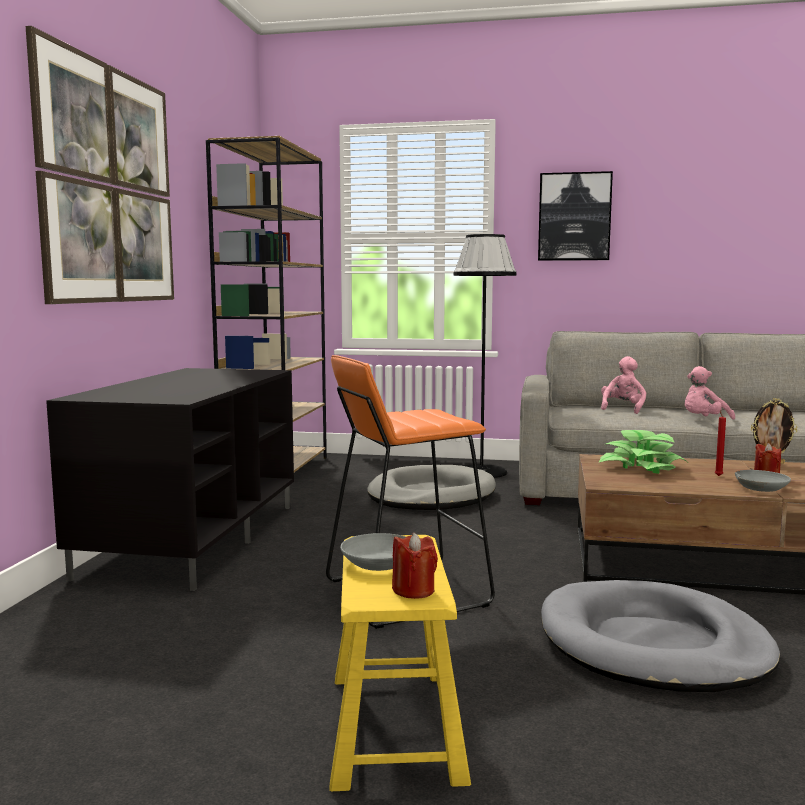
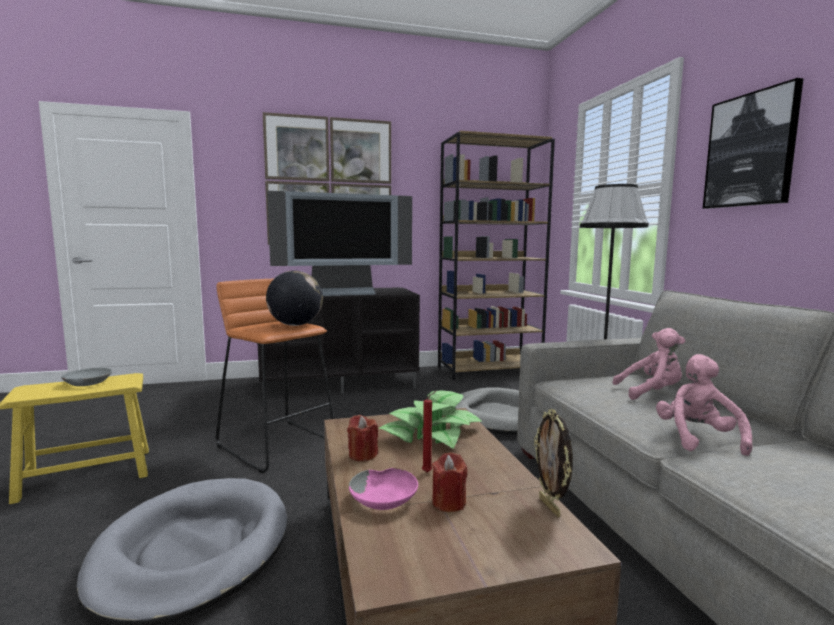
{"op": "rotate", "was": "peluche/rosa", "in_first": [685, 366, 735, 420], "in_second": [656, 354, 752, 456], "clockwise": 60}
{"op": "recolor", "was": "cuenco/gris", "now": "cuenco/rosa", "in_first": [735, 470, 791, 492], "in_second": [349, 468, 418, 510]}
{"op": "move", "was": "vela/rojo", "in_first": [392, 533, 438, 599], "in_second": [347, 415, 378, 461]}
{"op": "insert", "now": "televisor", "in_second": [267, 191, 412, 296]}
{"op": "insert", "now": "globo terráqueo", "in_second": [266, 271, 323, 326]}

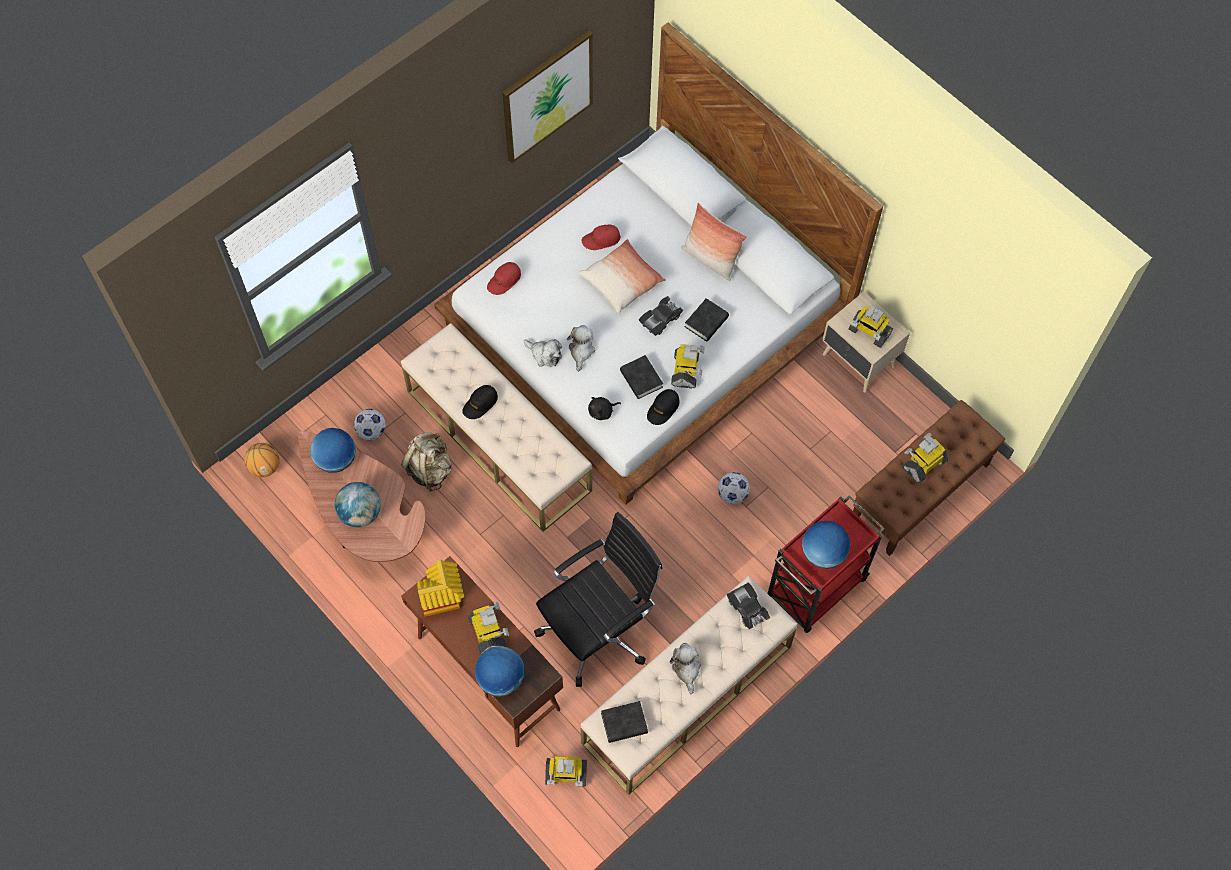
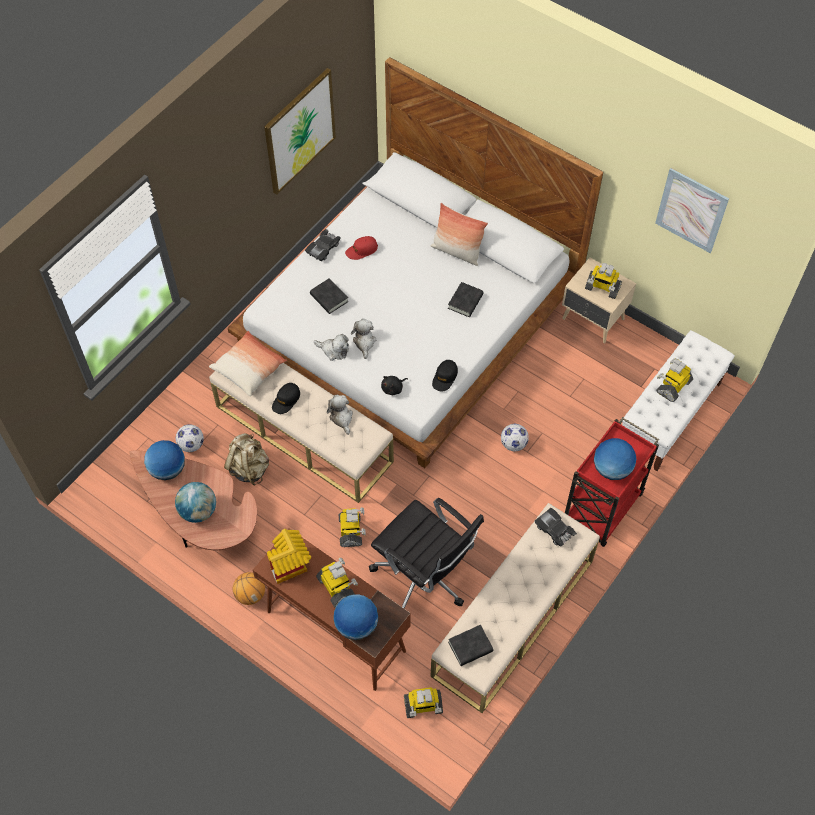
{"op": "move", "was": "cojín", "in_first": [579, 239, 666, 314], "in_second": [209, 331, 287, 396]}
{"op": "delete", "was": "gorra/rojo", "in_first": [487, 262, 521, 295]}
{"op": "move", "was": "coche de juguete/negro", "in_first": [639, 296, 683, 336], "in_second": [305, 229, 341, 261]}
{"op": "move", "was": "robot de juguete", "in_first": [671, 344, 705, 388], "in_second": [339, 507, 366, 547]}
{"op": "move", "was": "libro/negro", "in_first": [620, 355, 663, 399], "in_second": [310, 278, 348, 314]}
{"op": "recolor", "was": "banco/marrón", "now": "banco/blanco", "in_first": [853, 400, 1005, 556], "in_second": [622, 330, 735, 471]}
{"op": "move", "was": "balón de baloncesto", "in_first": [244, 443, 280, 477], "in_second": [233, 572, 265, 605]}
{"op": "rotate", "was": "silla de oficina/negro", "in_first": [534, 512, 662, 687], "in_second": [369, 498, 484, 609], "clockwise": 90}
{"op": "move", "was": "peluche", "in_first": [670, 643, 701, 694], "in_second": [327, 395, 353, 435]}
{"op": "insert", "now": "cuadro", "in_second": [655, 168, 729, 253]}

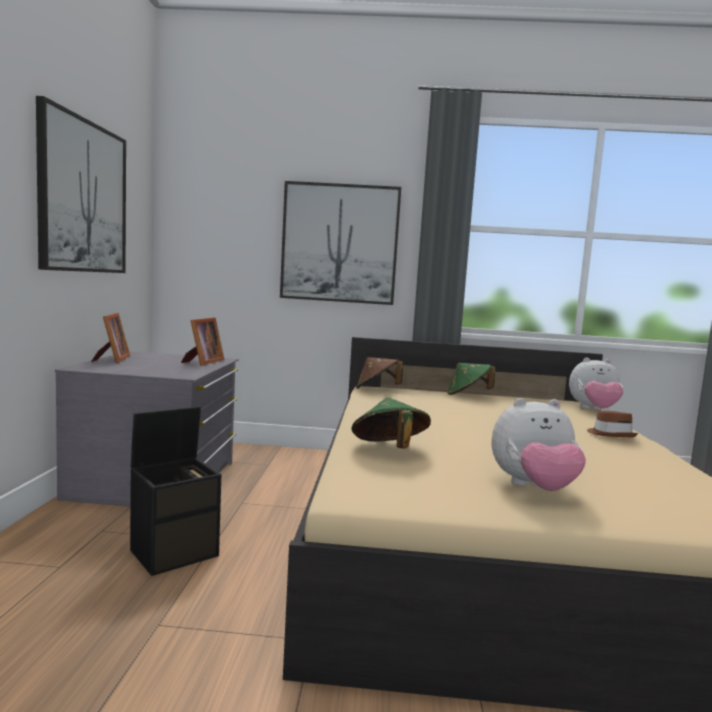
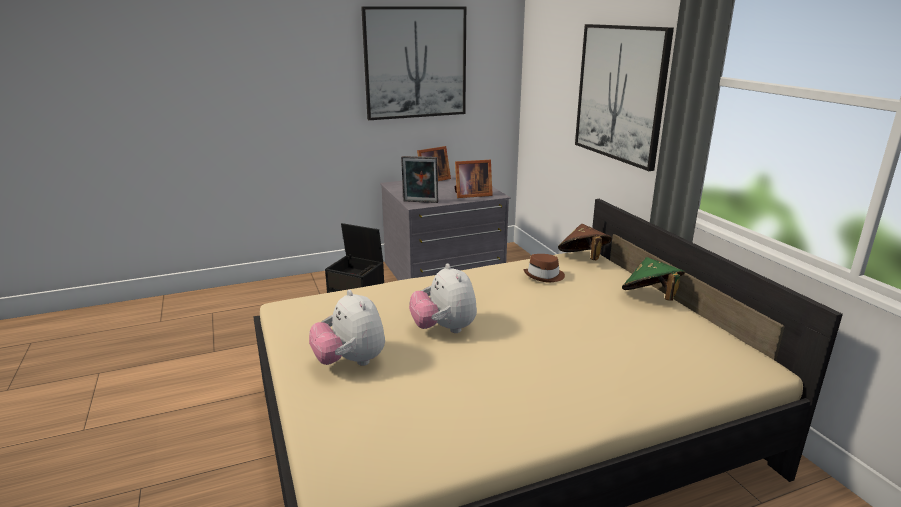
{"op": "move", "was": "peluche", "in_first": [569, 357, 624, 410], "in_second": [409, 264, 477, 333]}
{"op": "delete", "was": "sombrero/verde", "in_first": [352, 397, 431, 449]}
{"op": "move", "was": "sombrero/marrón", "in_first": [587, 411, 638, 437], "in_second": [523, 254, 565, 282]}
{"op": "insert", "now": "portarretratos", "in_second": [401, 156, 438, 203]}

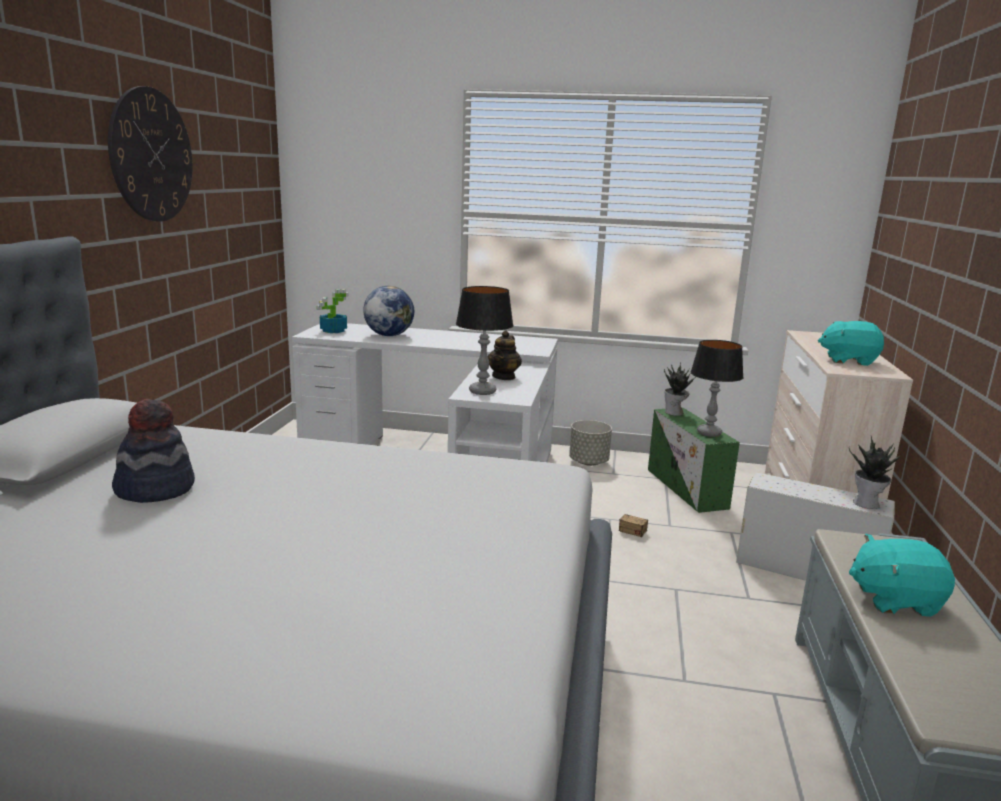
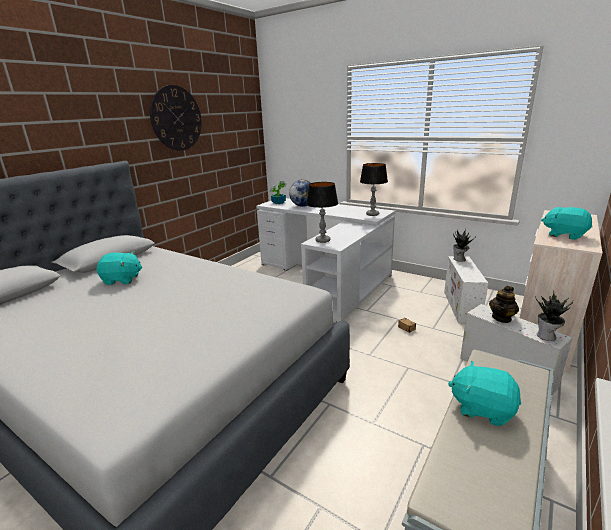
{"op": "move", "was": "tetera", "in_first": [488, 330, 522, 380], "in_second": [489, 286, 519, 323]}
{"op": "move", "was": "lámpara de mesa", "in_first": [690, 340, 744, 437], "in_second": [360, 163, 388, 216]}
{"op": "replace", "was": "sombrero", "now": "peluche/turquesa", "in_first": [112, 399, 195, 503], "in_second": [97, 252, 142, 285]}
{"op": "recolor", "was": "caja de almacenaje/verde", "now": "caja de almacenaje/blanco", "in_first": [648, 408, 740, 513], "in_second": [444, 256, 488, 323]}
{"op": "delete", "was": "maceta/gris", "in_first": [569, 420, 612, 466]}

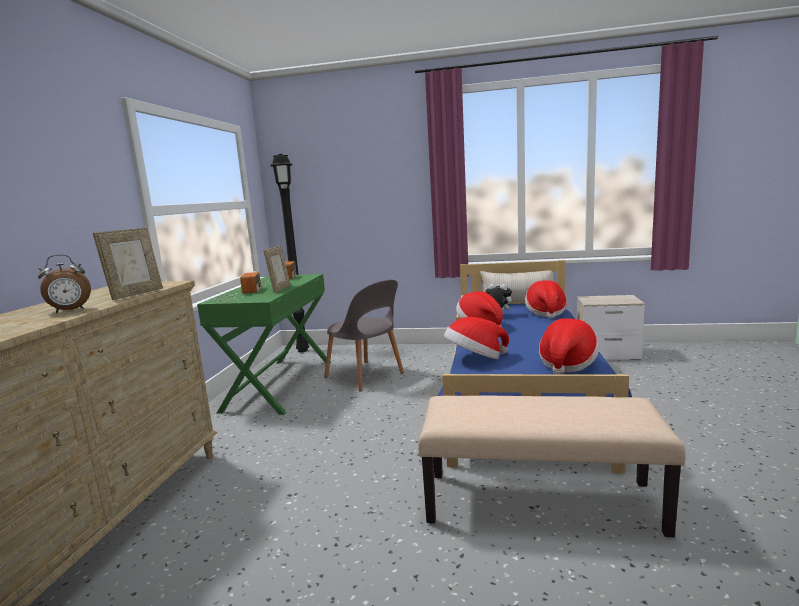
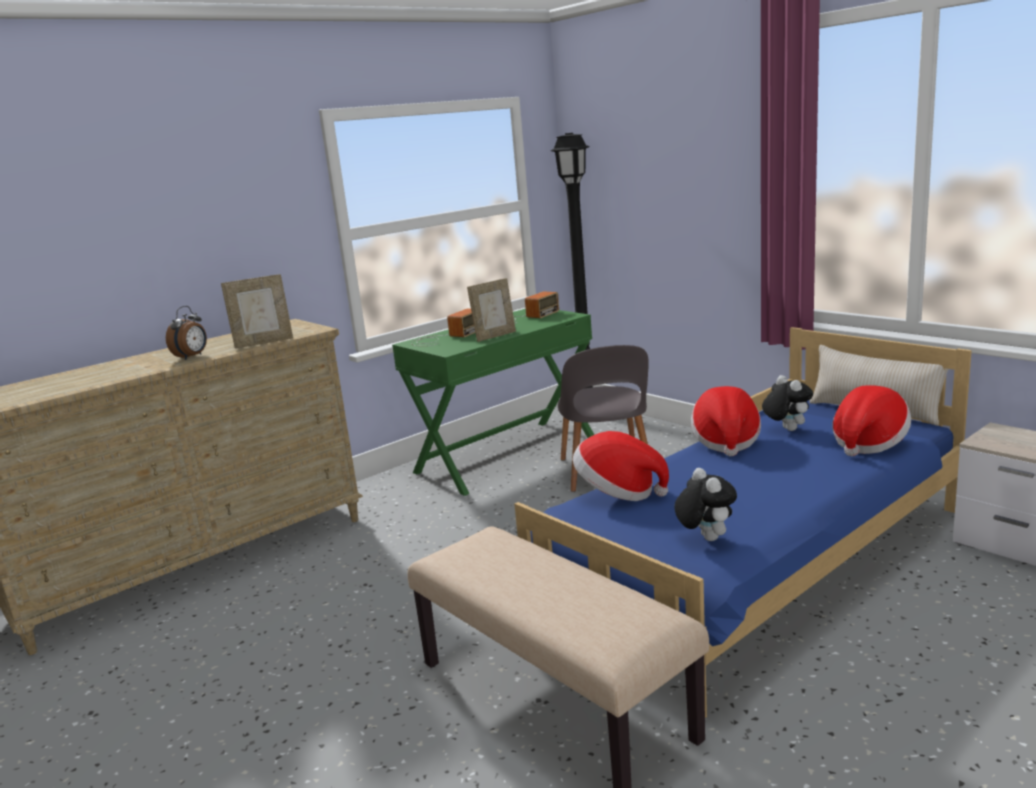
{"op": "rotate", "was": "despertador", "in_first": [38, 254, 91, 313], "in_second": [166, 306, 207, 360], "clockwise": -75}
{"op": "replace", "was": "sombrero", "now": "peluche", "in_first": [539, 318, 599, 374], "in_second": [674, 468, 737, 541]}

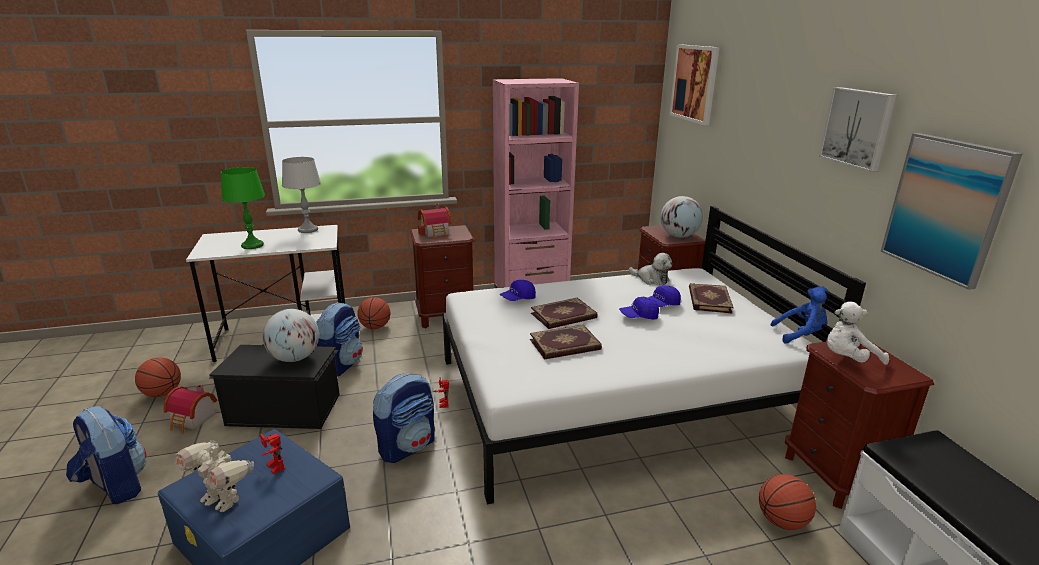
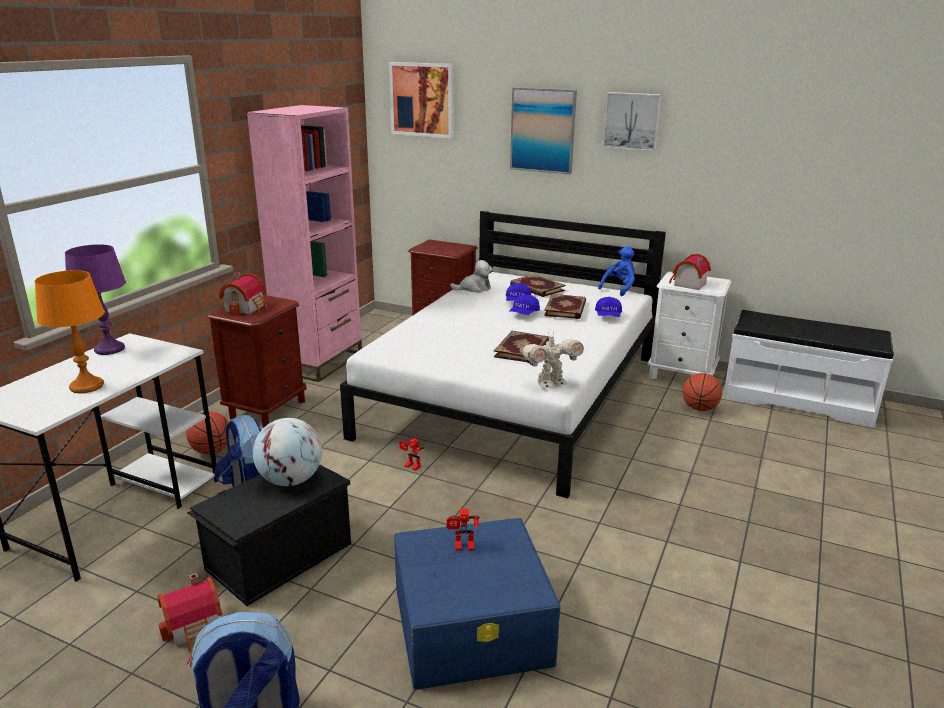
{"op": "move", "was": "cuadro", "in_first": [881, 133, 1023, 290], "in_second": [510, 87, 577, 175]}
{"op": "recolor", "was": "lámpara de mesa/gris", "now": "lámpara de mesa/morado", "in_first": [282, 157, 321, 233], "in_second": [65, 244, 126, 355]}
{"op": "recolor", "was": "lámpara de mesa/verde", "now": "lámpara de mesa/naranja", "in_first": [221, 167, 265, 249], "in_second": [34, 270, 105, 393]}
{"op": "delete", "was": "globo terráqueo", "in_first": [661, 196, 703, 238]}
{"op": "move", "was": "gorra/azul", "in_first": [500, 280, 536, 301], "in_second": [595, 297, 622, 317]}
{"op": "move", "was": "libro", "in_first": [531, 297, 598, 329], "in_second": [544, 294, 586, 319]}
{"op": "replace", "was": "peluche/blanco", "now": "casita", "in_first": [827, 302, 889, 365], "in_second": [669, 254, 711, 290]}
{"op": "recolor", "was": "mesita de noche/marrón", "now": "mesita de noche/blanco", "in_first": [785, 341, 934, 509], "in_second": [648, 271, 731, 379]}
{"op": "delete", "was": "balón de baloncesto", "in_first": [135, 357, 181, 397]}
{"op": "delete", "was": "mochila", "in_first": [373, 373, 435, 463]}
{"op": "move", "was": "robot de juguete", "in_first": [174, 441, 254, 512], "in_second": [520, 330, 584, 388]}

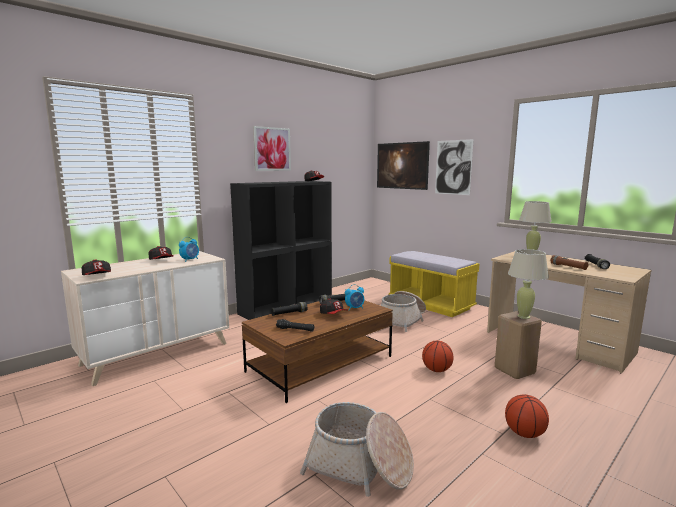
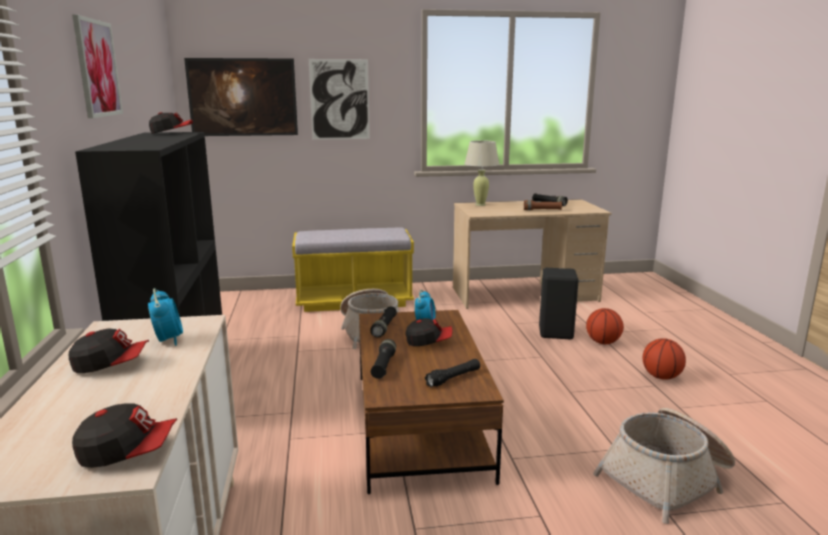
{"op": "delete", "was": "lámpara de mesa/beis", "in_first": [508, 249, 549, 319]}
{"op": "recolor", "was": "taburete/beis", "now": "taburete/negro", "in_first": [495, 311, 542, 379], "in_second": [539, 268, 579, 339]}
{"op": "move", "was": "balón de baloncesto", "in_first": [422, 340, 454, 372], "in_second": [586, 308, 624, 344]}

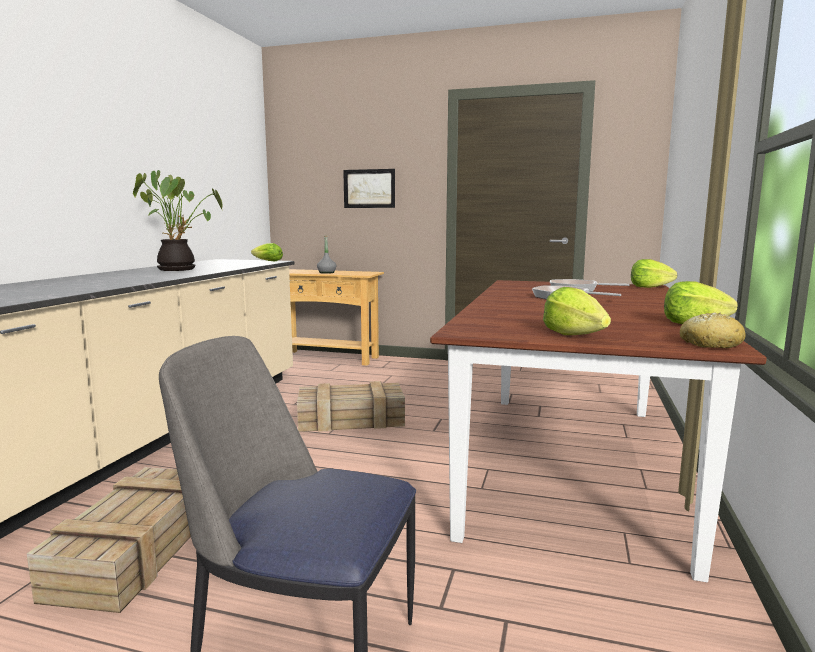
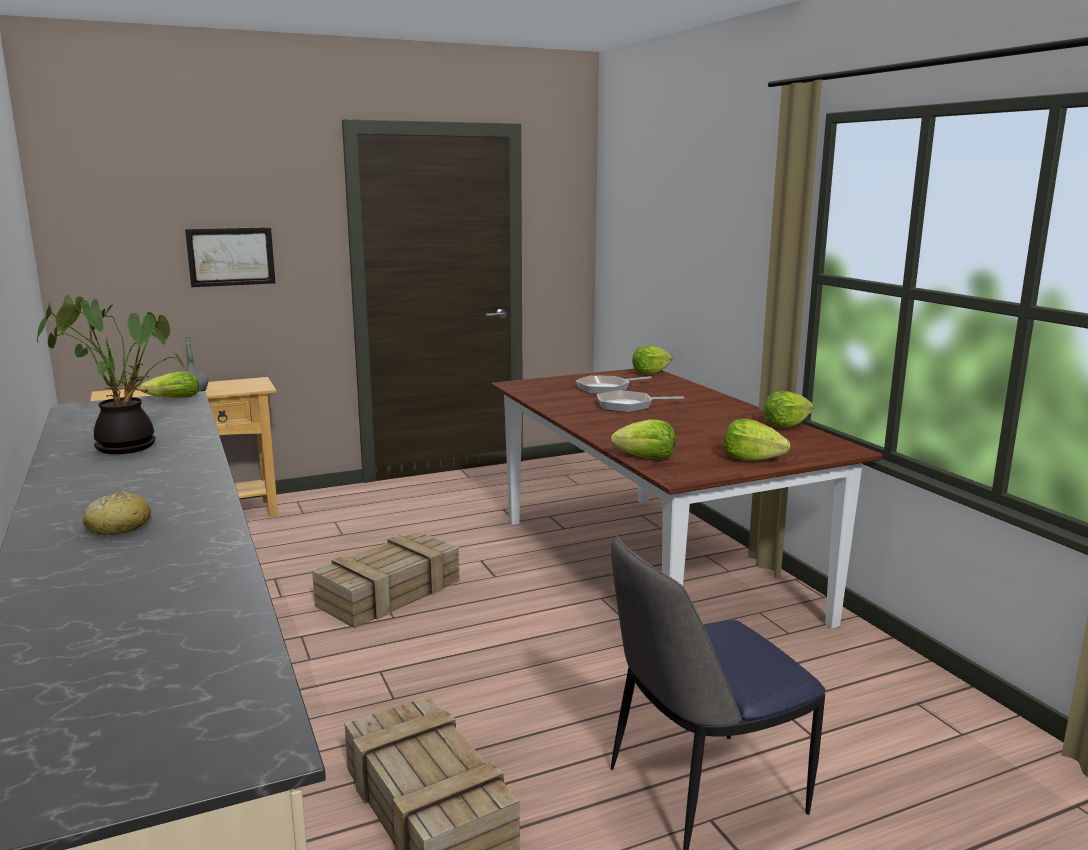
{"op": "move", "was": "pan", "in_first": [680, 312, 746, 348], "in_second": [82, 492, 151, 535]}
{"op": "insert", "now": "lechuga", "in_second": [611, 419, 675, 459]}

